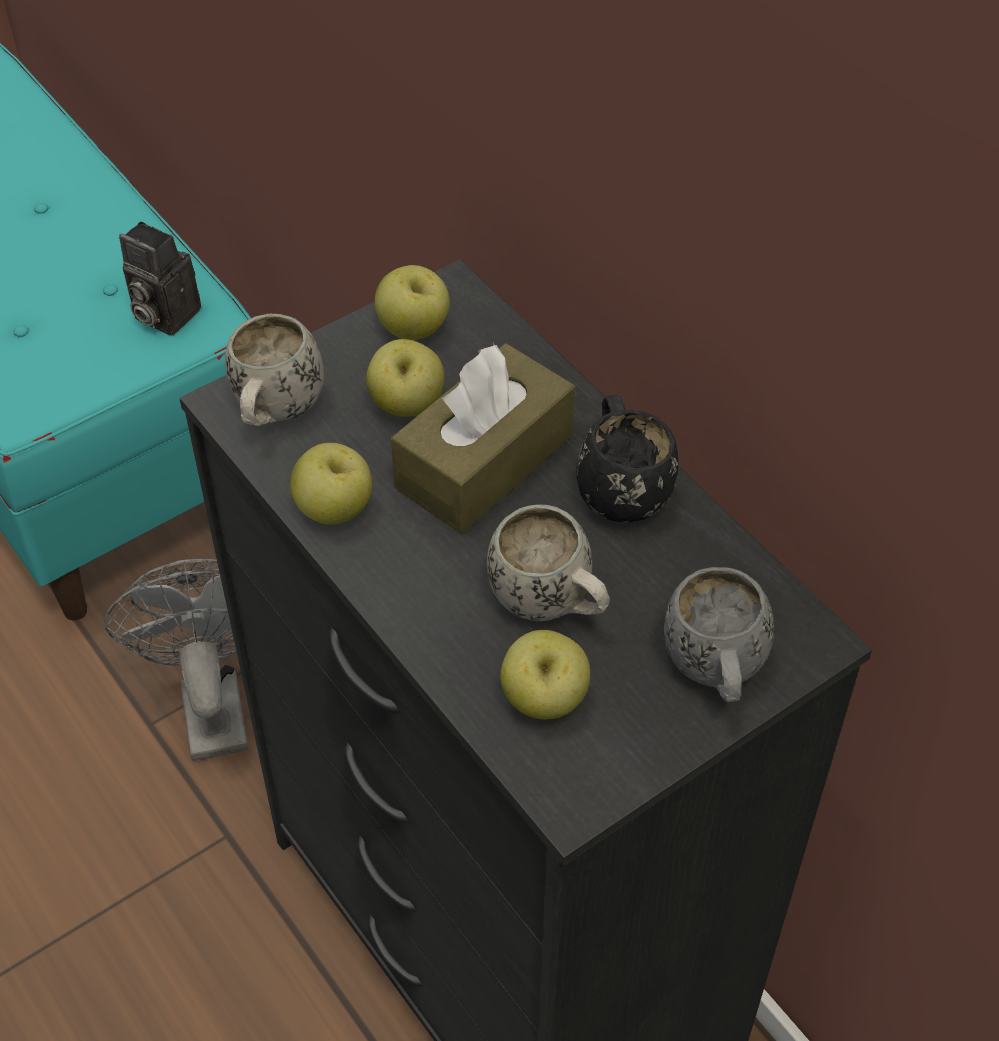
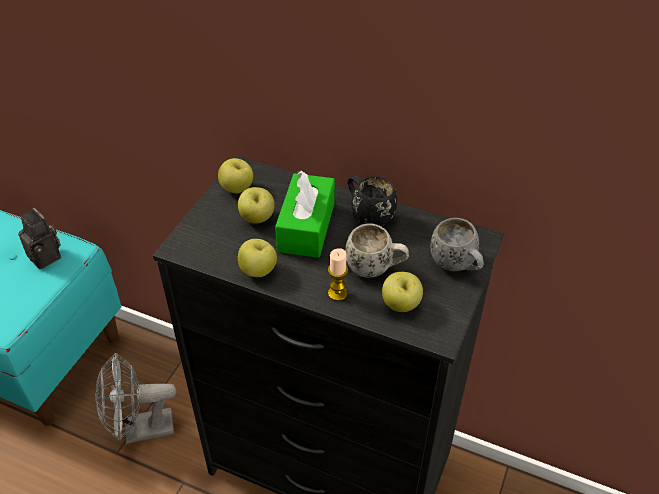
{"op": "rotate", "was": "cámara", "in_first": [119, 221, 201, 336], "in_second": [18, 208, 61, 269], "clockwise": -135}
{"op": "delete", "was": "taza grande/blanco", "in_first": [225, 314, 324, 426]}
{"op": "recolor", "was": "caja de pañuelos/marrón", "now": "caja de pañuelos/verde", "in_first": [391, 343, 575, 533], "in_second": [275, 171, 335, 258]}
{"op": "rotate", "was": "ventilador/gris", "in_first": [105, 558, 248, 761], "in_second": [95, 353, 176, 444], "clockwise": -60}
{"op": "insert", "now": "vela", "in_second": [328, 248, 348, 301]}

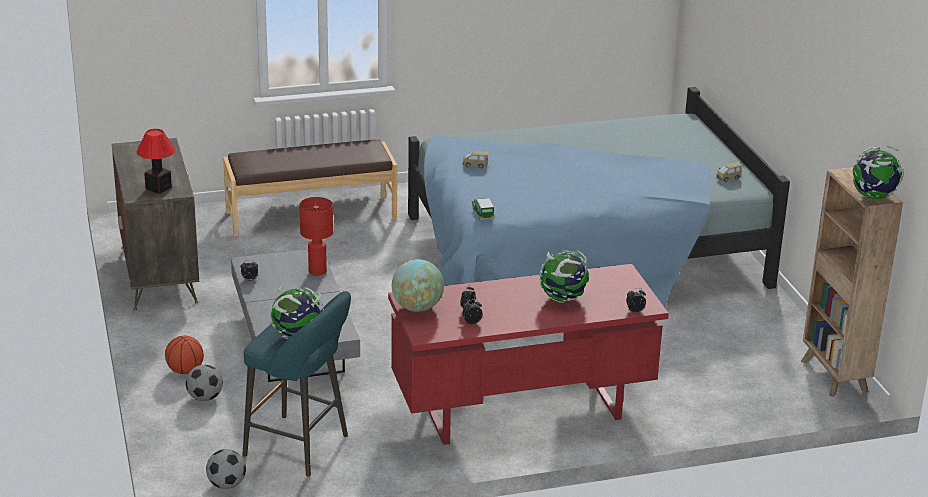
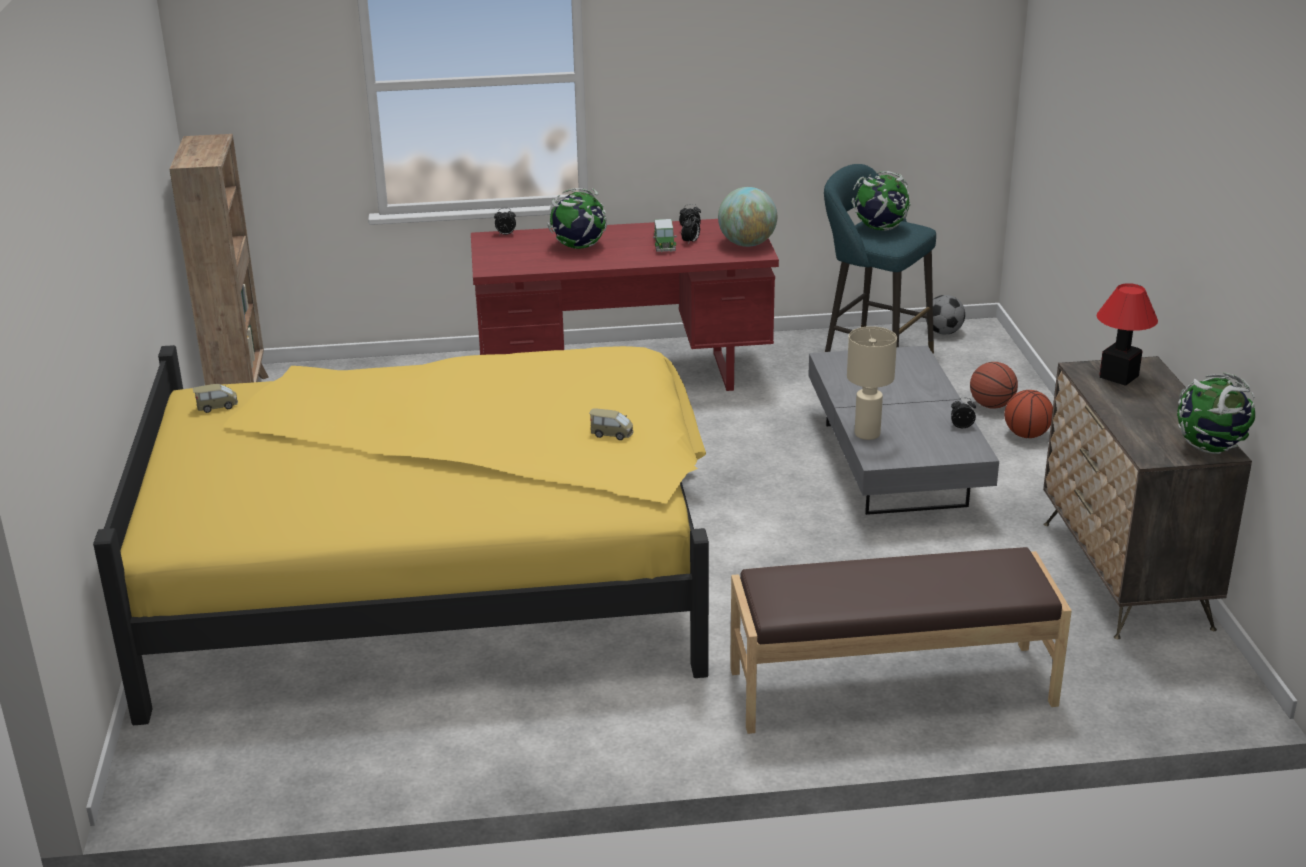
{"op": "recolor", "was": "cama/azul", "now": "cama/amarillo", "in_first": [408, 87, 790, 308], "in_second": [93, 345, 709, 725]}
{"op": "move", "was": "globo terráqueo", "in_first": [853, 145, 904, 199], "in_second": [1177, 373, 1255, 454]}
{"op": "recolor", "was": "lámpara de mesa/rojo", "now": "lámpara de mesa/beis", "in_first": [299, 197, 333, 276], "in_second": [847, 326, 897, 440]}
{"op": "move", "was": "coche de juguete", "in_first": [472, 198, 494, 220], "in_second": [653, 219, 677, 252]}
{"op": "replace", "was": "balón de fútbol", "now": "balón de baloncesto", "in_first": [186, 365, 223, 401], "in_second": [970, 362, 1018, 409]}

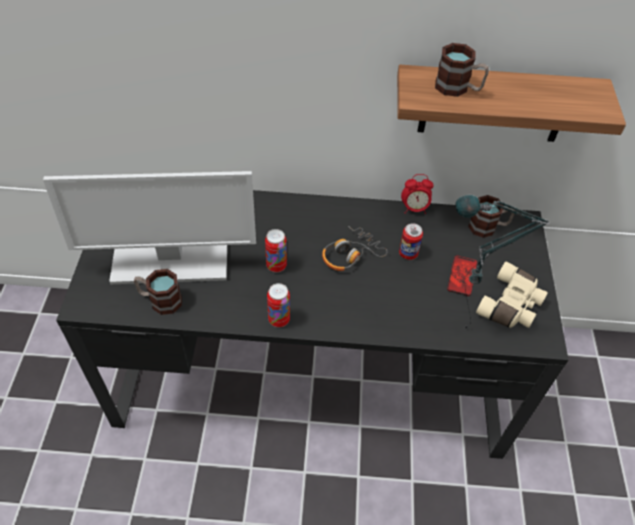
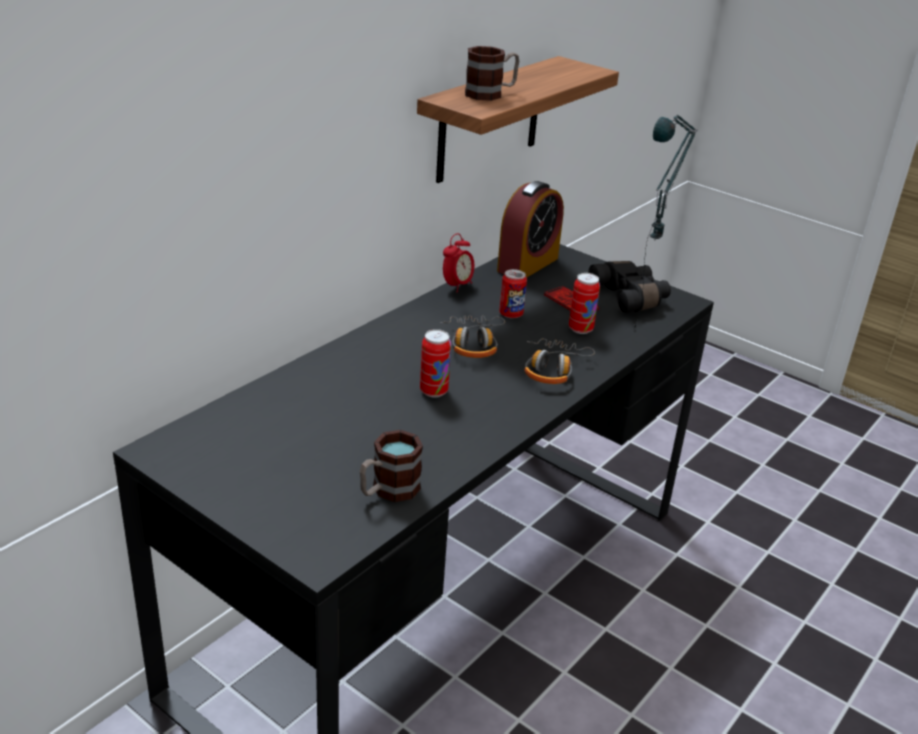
{"op": "delete", "was": "monitor", "in_first": [43, 171, 256, 284]}
{"op": "replace", "was": "taza grande", "now": "despertador", "in_first": [468, 195, 515, 238], "in_second": [497, 181, 564, 278]}
{"op": "recolor", "was": "prismáticos/beis", "now": "prismáticos/negro", "in_first": [476, 261, 548, 328], "in_second": [588, 261, 671, 313]}
{"op": "move", "was": "lata", "in_first": [267, 283, 290, 327], "in_second": [569, 273, 600, 334]}
{"op": "insert", "now": "auriculares", "in_second": [524, 339, 595, 384]}

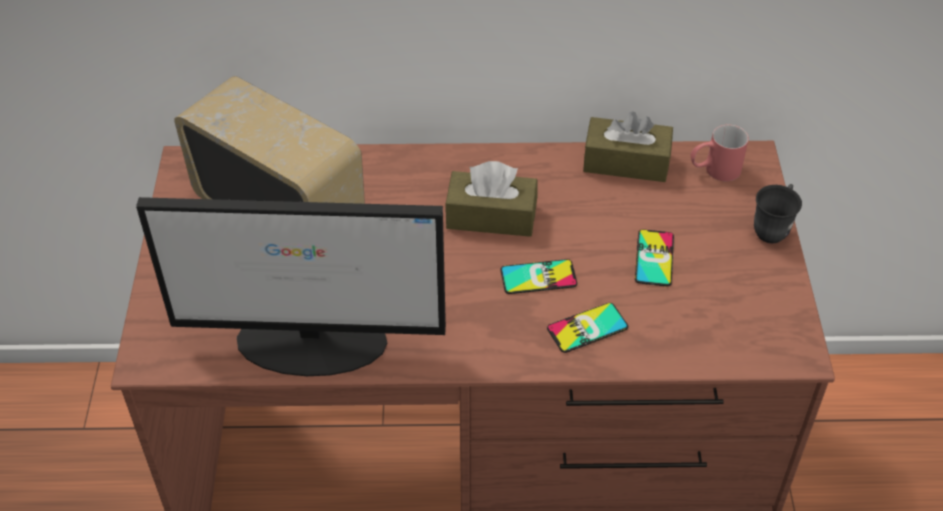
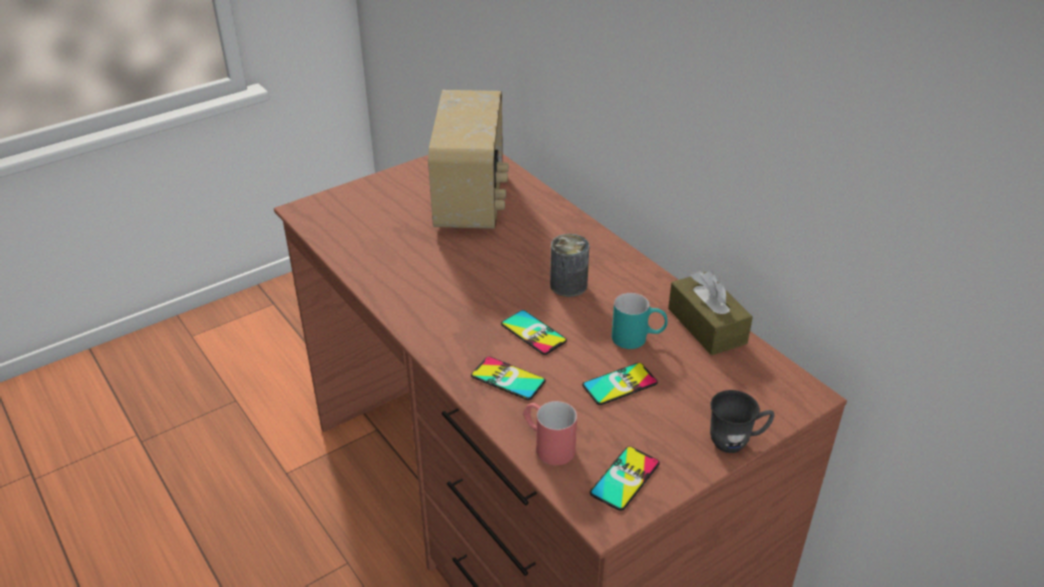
{"op": "move", "was": "taza grande/rojo", "in_first": [691, 124, 749, 182], "in_second": [523, 401, 577, 465]}
{"op": "replace", "was": "caja de pañuelos/marrón", "now": "lata", "in_first": [445, 161, 538, 237], "in_second": [550, 234, 590, 297]}
{"op": "delete", "was": "monitor", "in_first": [136, 197, 446, 376]}
{"op": "insert", "now": "taza grande/turquesa", "in_second": [612, 293, 668, 349]}
{"op": "insert", "now": "móvil", "in_second": [590, 446, 660, 511]}

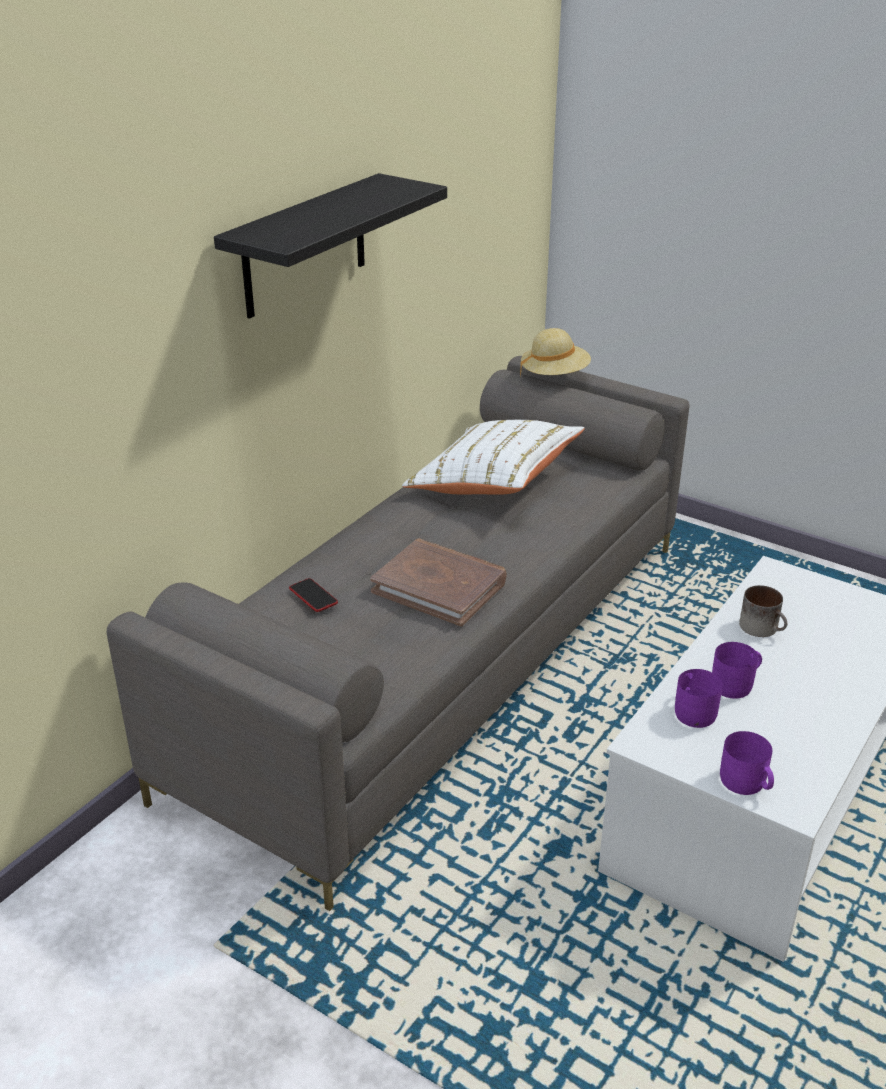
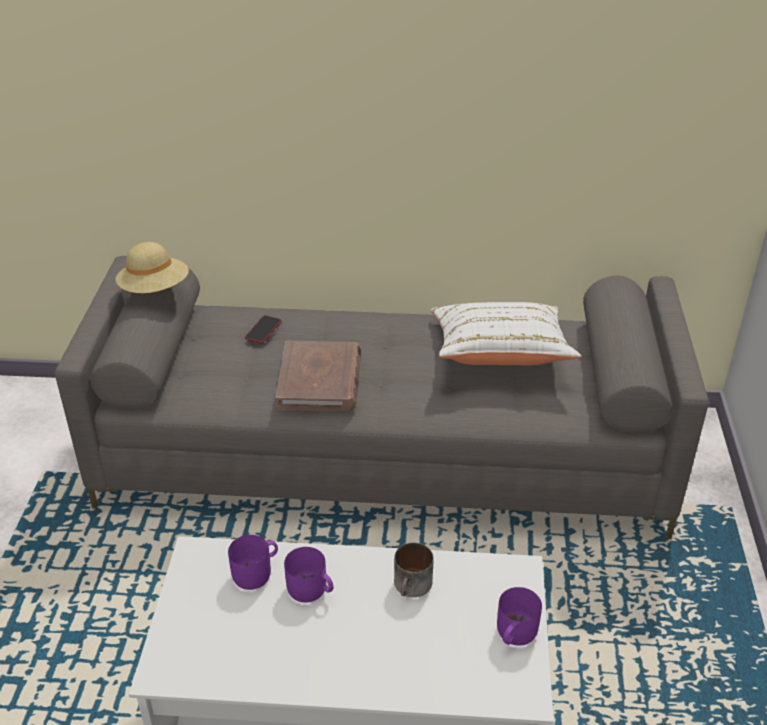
{"op": "delete", "was": "estante/negro", "in_first": [214, 173, 447, 319]}
{"op": "move", "was": "sombrero/beis", "in_first": [520, 328, 591, 375], "in_second": [115, 242, 189, 293]}
{"op": "move", "was": "taza grande/morado", "in_first": [720, 731, 774, 795], "in_second": [497, 587, 542, 646]}

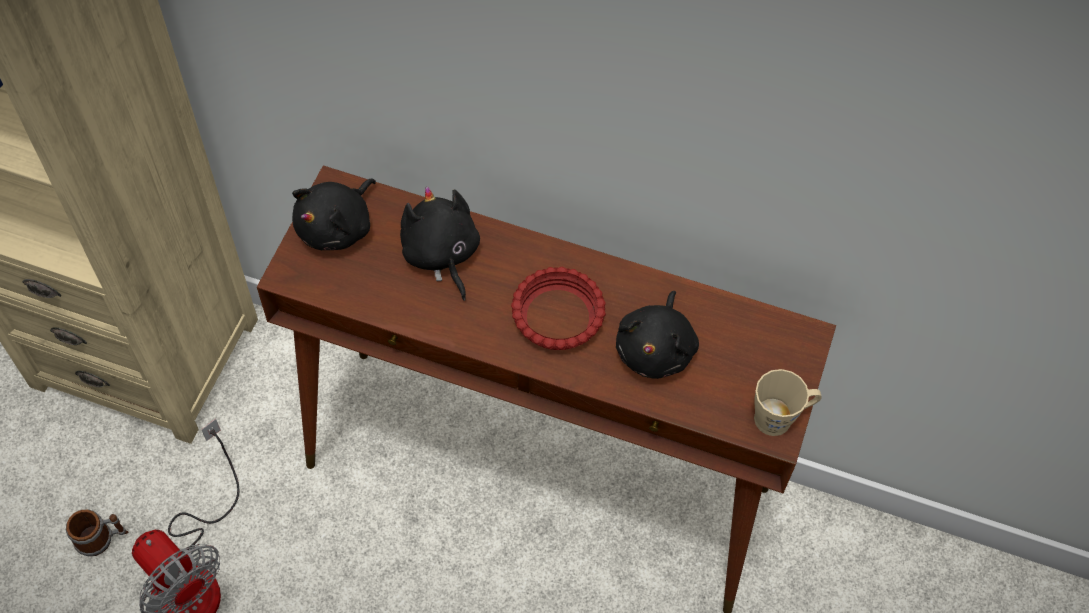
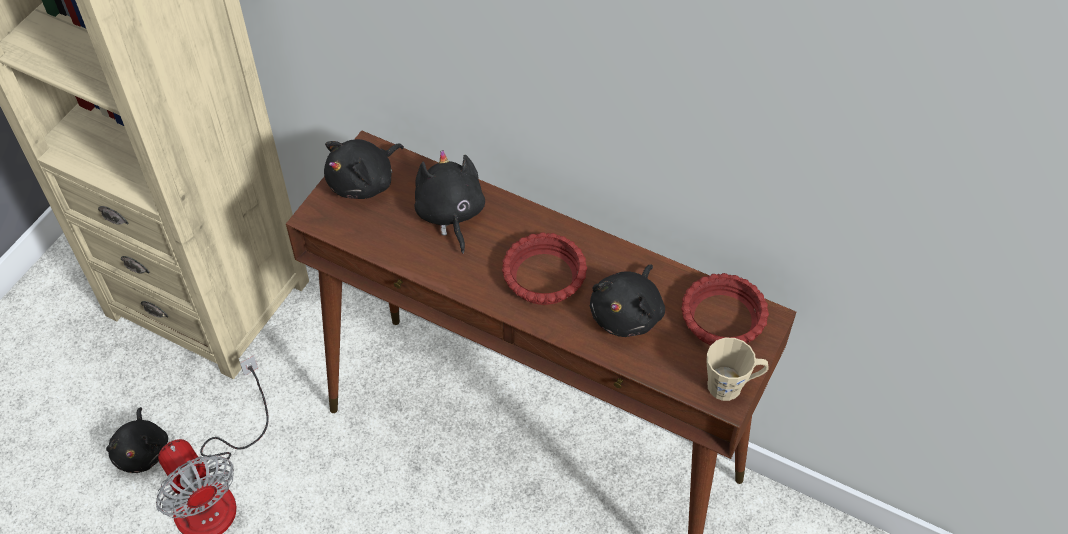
{"op": "replace", "was": "taza grande", "now": "peluche/negro", "in_first": [66, 509, 129, 556], "in_second": [106, 407, 168, 473]}
{"op": "insert", "now": "cuenco/rojo", "in_second": [681, 273, 769, 345]}

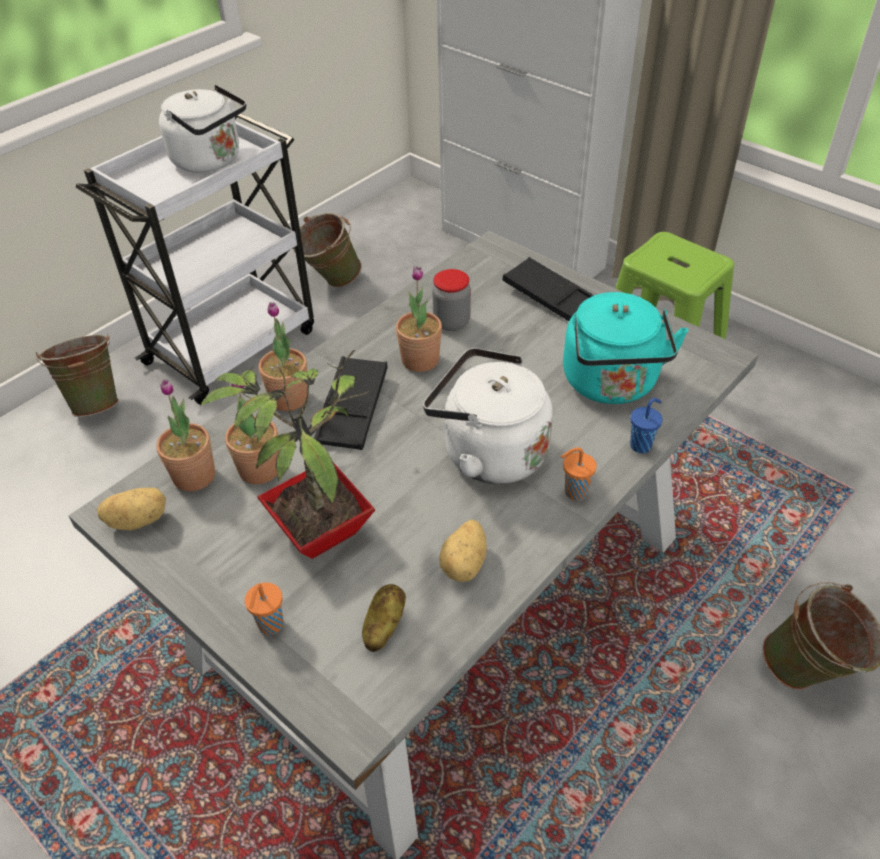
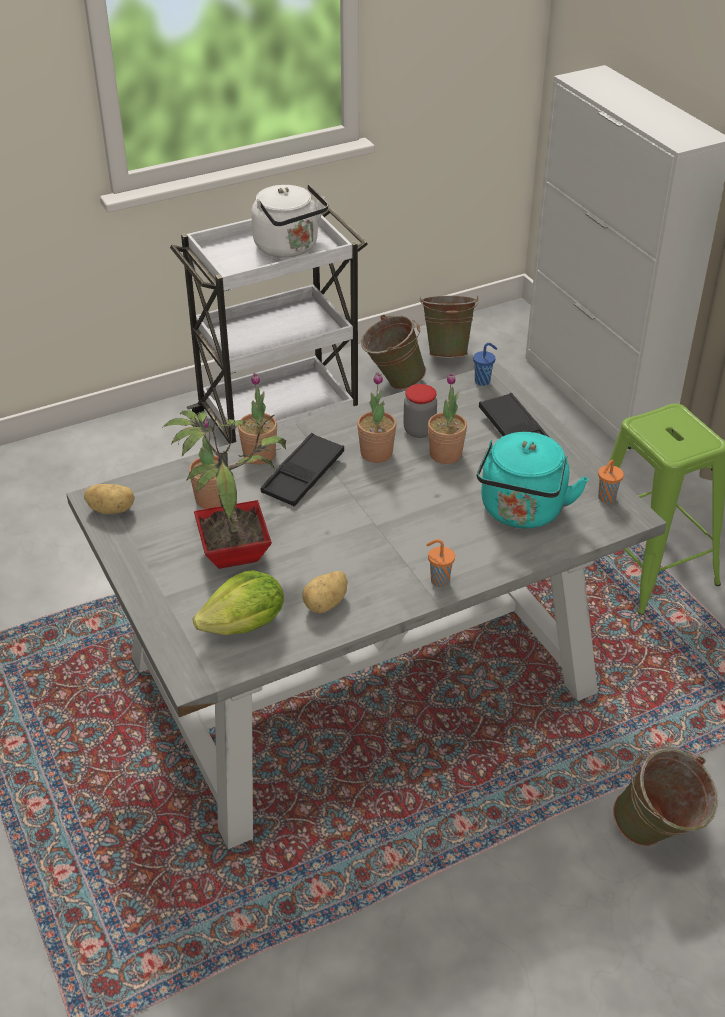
{"op": "move", "was": "cubo/verde", "in_first": [35, 333, 119, 417], "in_second": [420, 296, 479, 358]}
{"op": "delete", "was": "hervidor/blanco", "in_first": [423, 348, 553, 484]}
{"op": "move", "was": "planta en maceta", "in_first": [156, 379, 215, 492], "in_second": [428, 372, 467, 464]}
{"op": "move", "was": "taza/azul", "in_first": [630, 398, 663, 453], "in_second": [473, 343, 497, 386]}
{"op": "move", "was": "taza/naranja", "in_first": [245, 583, 283, 635], "in_second": [598, 459, 624, 503]}
{"op": "replace", "was": "patata", "now": "lechuga", "in_first": [362, 584, 406, 652], "in_second": [193, 570, 284, 635]}

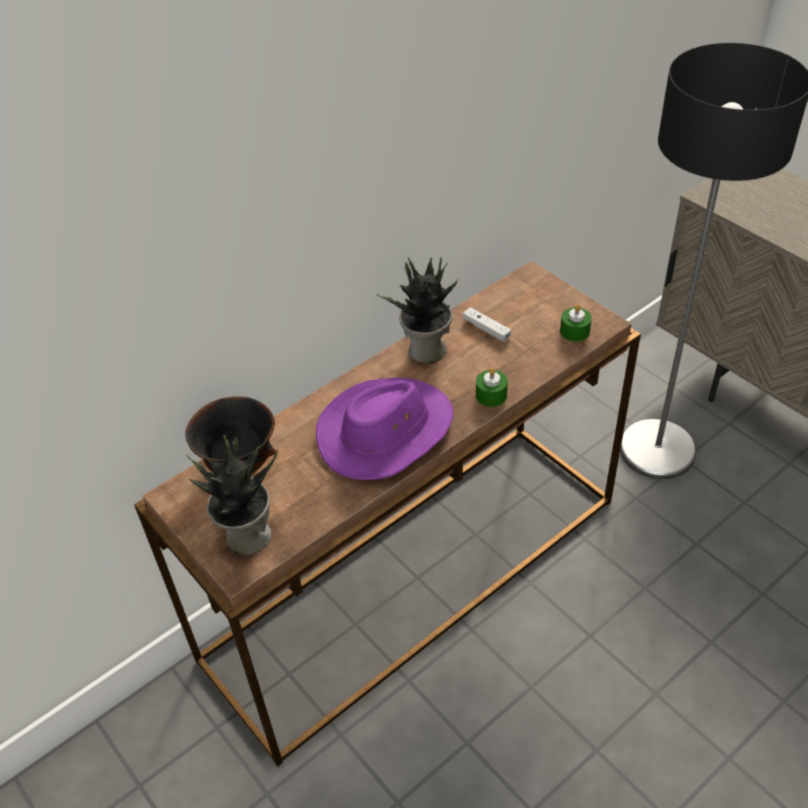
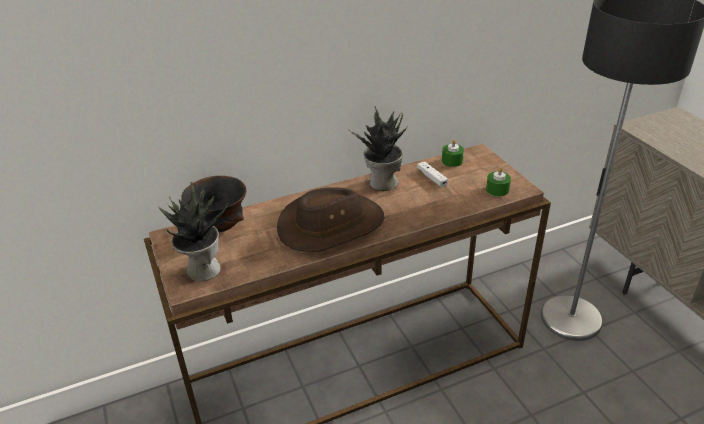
{"op": "move", "was": "vela/verde", "in_first": [476, 368, 508, 407], "in_second": [442, 139, 464, 167]}
{"op": "recolor", "was": "sombrero/morado", "now": "sombrero/marrón", "in_first": [316, 377, 454, 480], "in_second": [277, 187, 385, 252]}

